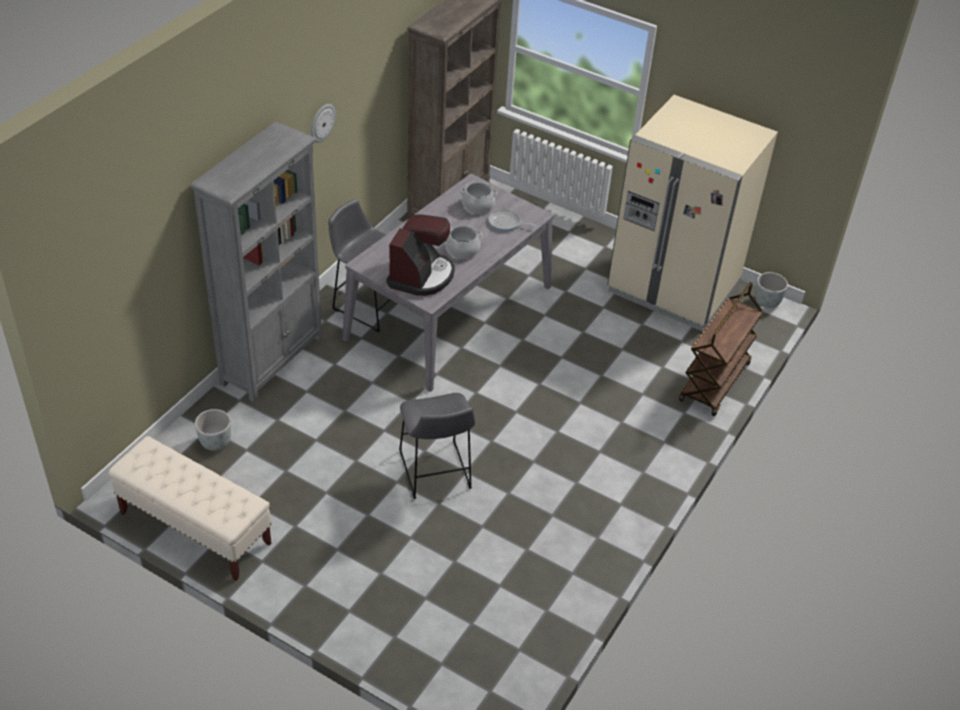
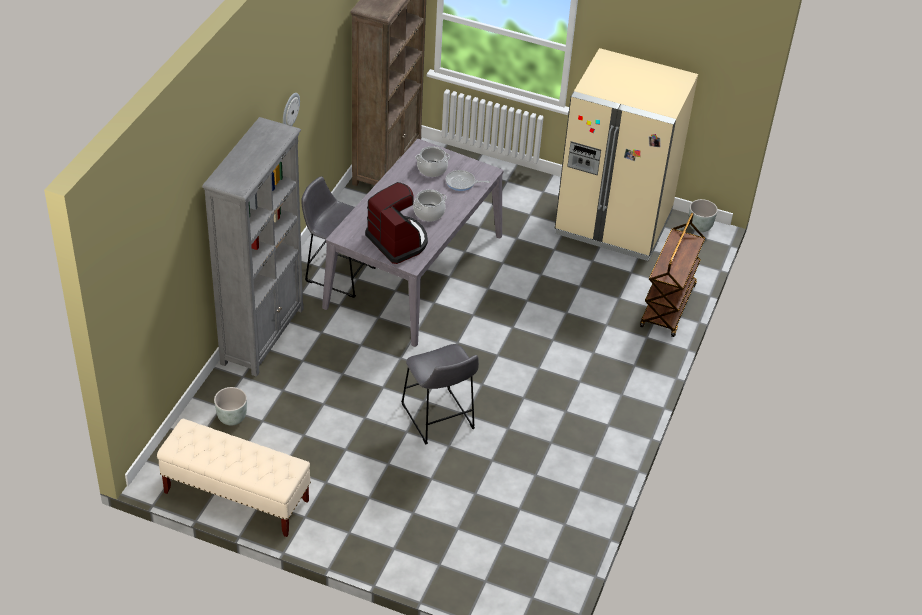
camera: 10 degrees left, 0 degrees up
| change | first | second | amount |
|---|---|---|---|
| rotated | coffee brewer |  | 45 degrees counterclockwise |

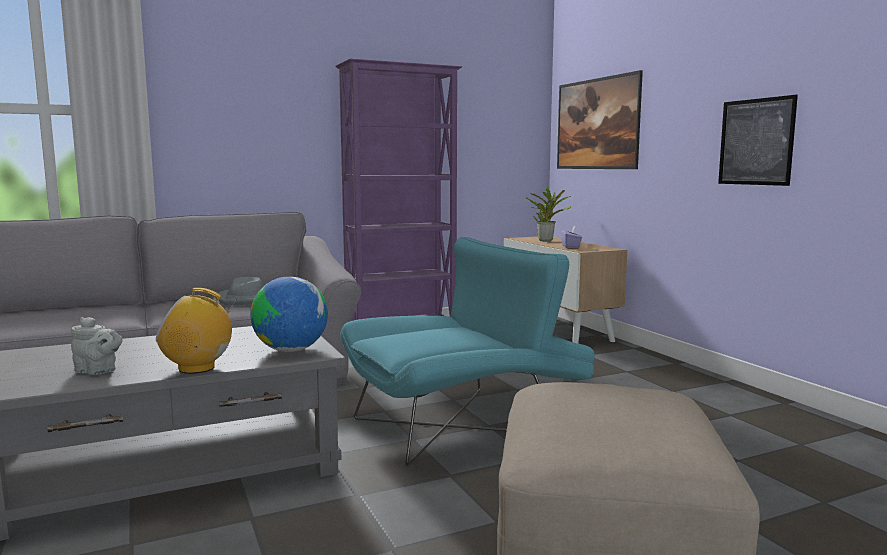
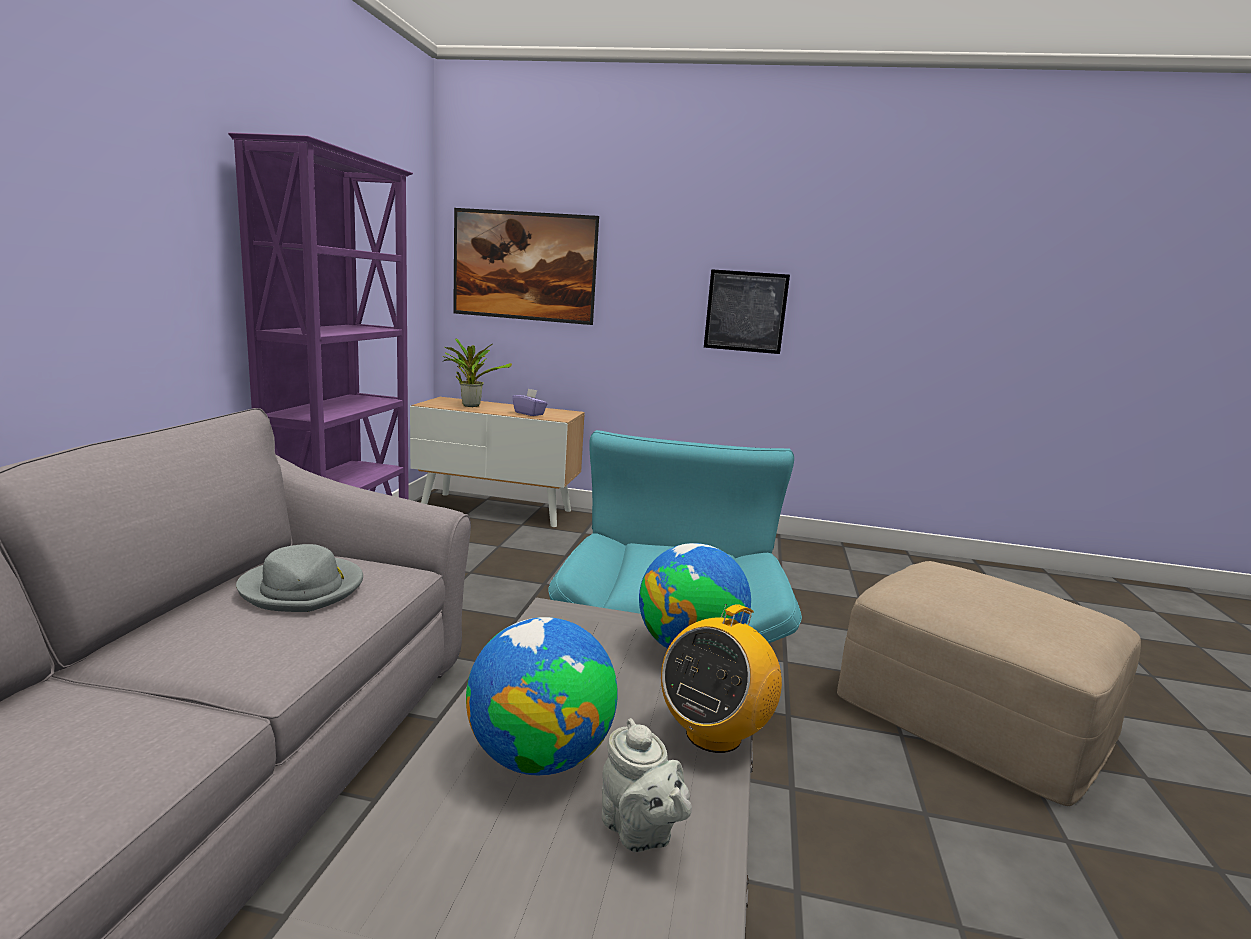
camera: 55 degrees left, 5 degrees up
| change | first | second | amount |
|---|---|---|---|
| rotated | tea pot (grey) |  | 90 degrees clockwise |
| new |  | world globe (no. 1 from left) |  |

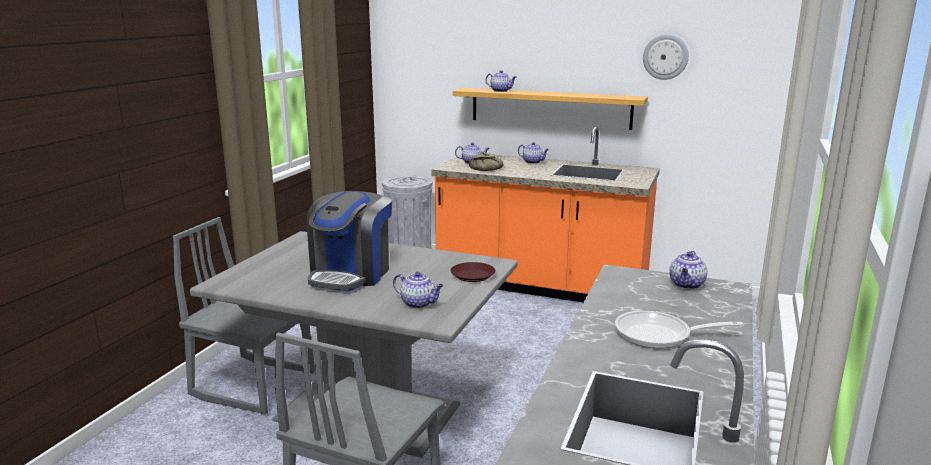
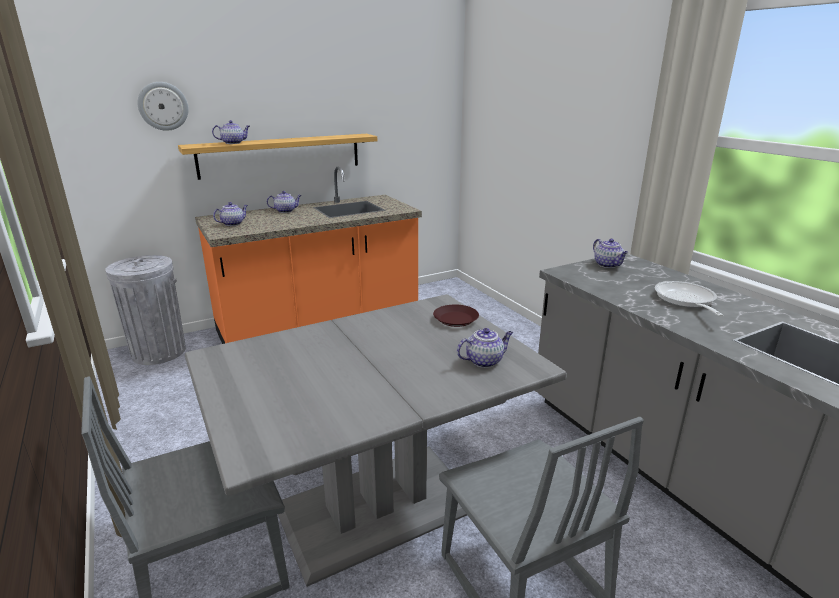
camera: 50 degrees left, 5 degrees up
| change | first | second | amount |
|---|---|---|---|
| gone | coffee brewer |  |  |
| gone | bread |  |  |
| rotated | frying pan |  | 135 degrees clockwise |
| shifted | wall clock |  |  |

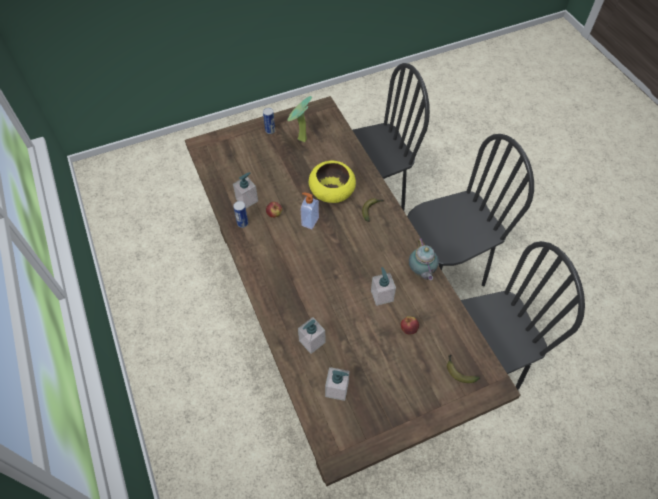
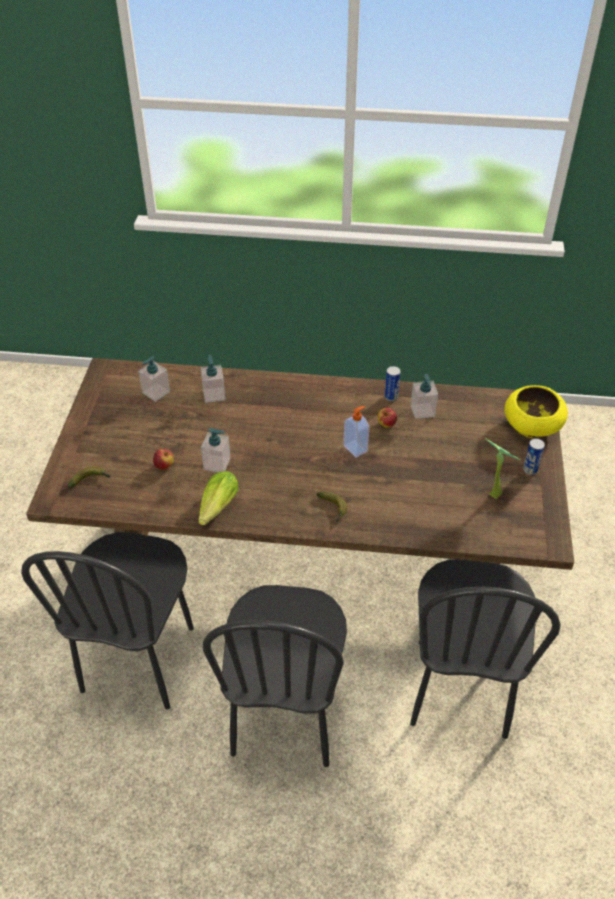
camera: 120 degrees right, 10 degrees down
| change | first | second | amount |
|---|---|---|---|
| shifted | bowl (yellowish) |  |  |
| swapped | tea pot | lettuce |  |

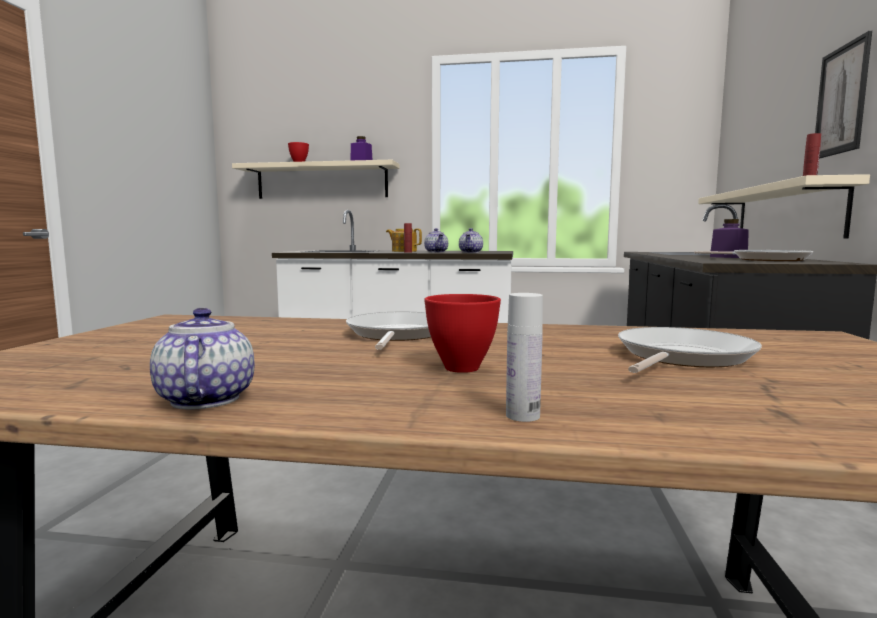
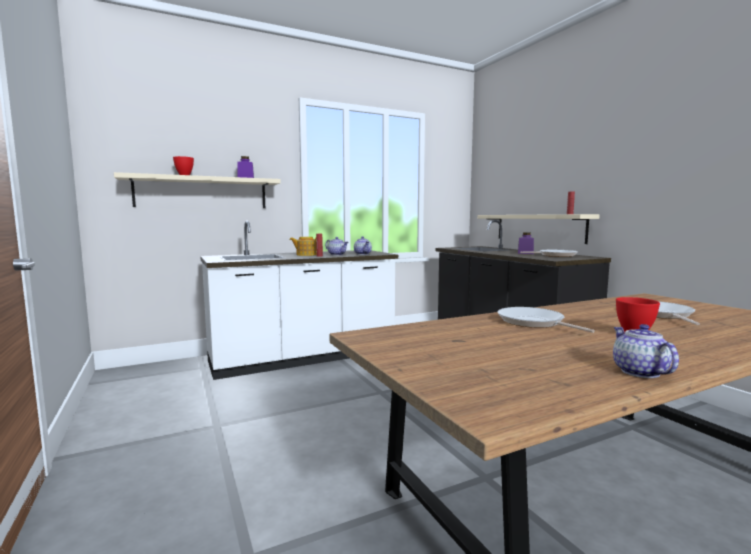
camera: 35 degrees left, 0 degrees up
| change | first | second | amount |
|---|---|---|---|
| rotated | tea pot (no. 1 from left in the first image) | tea pot (no. 4 from left) | 45 degrees clockwise |
| gone | bottle (whitish) |  |  |
| gone | wall picture |  |  |

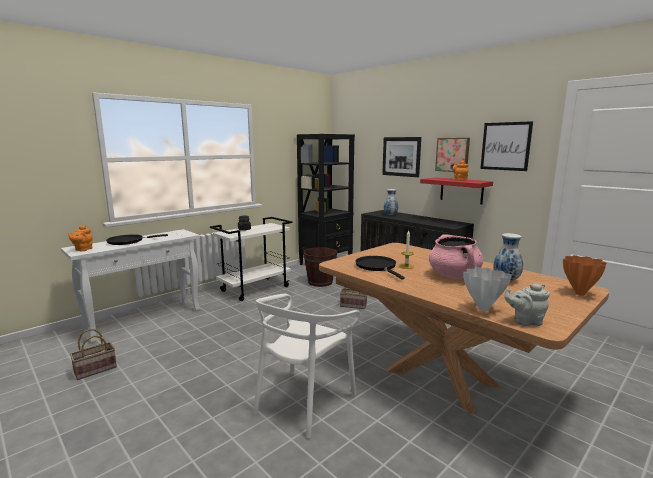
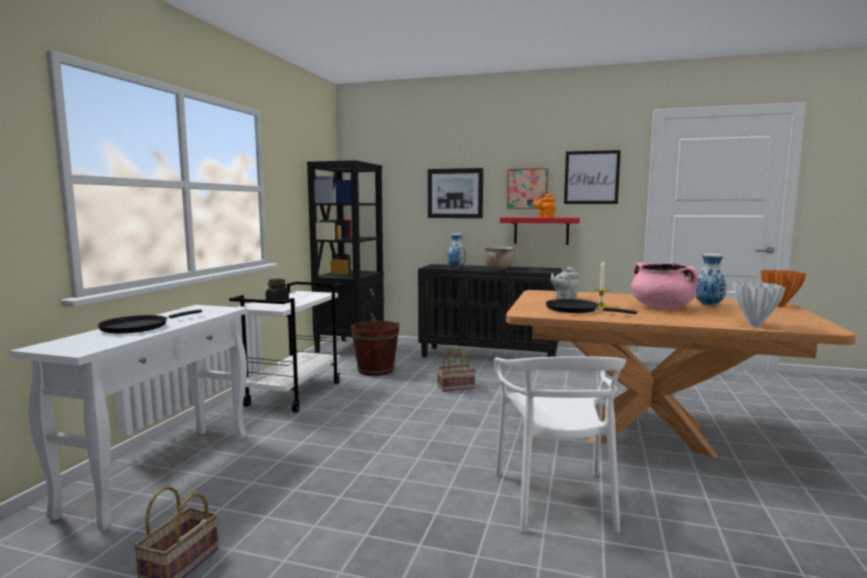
camera: 30 degrees left, 5 degrees down
| change | first | second | amount |
|---|---|---|---|
| gone | tea pot (orange-coloured) (no. 1 from left) |  |  |
| shifted | tea pot (grey) |  |  |
| new |  | saucepot (brown) |  |

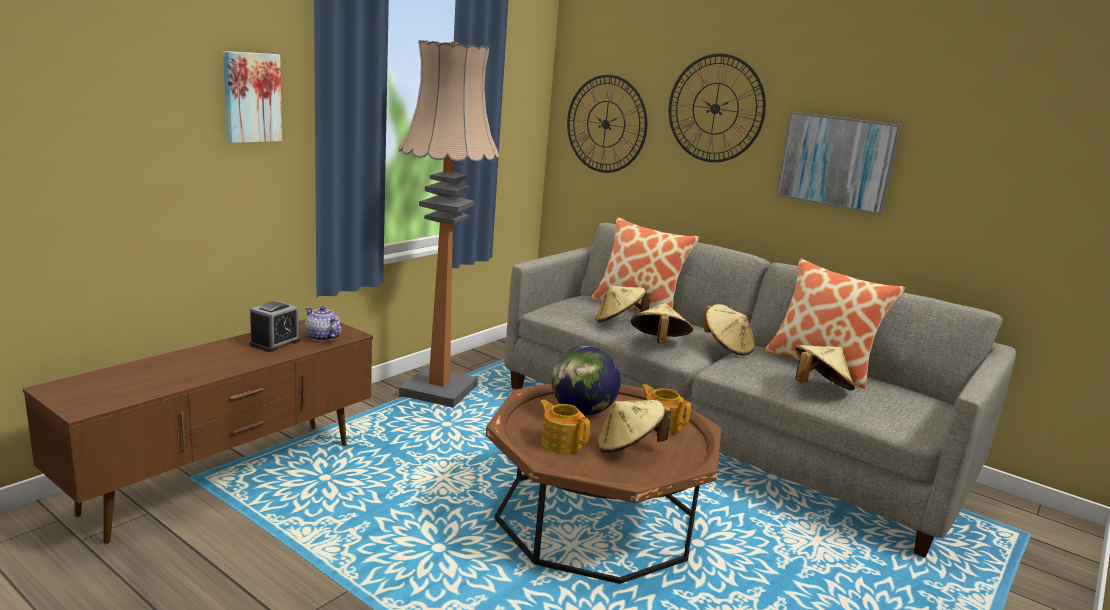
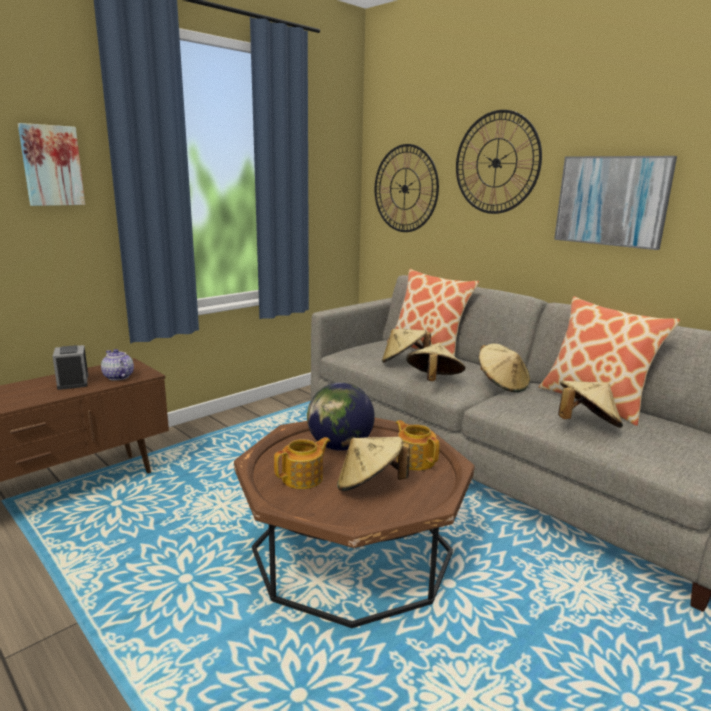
camera: 10 degrees right, 0 degrees up
| change | first | second | amount |
|---|---|---|---|
| rotated | bedside clock |  | 120 degrees clockwise |
| gone | floor lamp |  |  |
| rotated | tea pot (no. 2 from left) |  | 90 degrees clockwise |

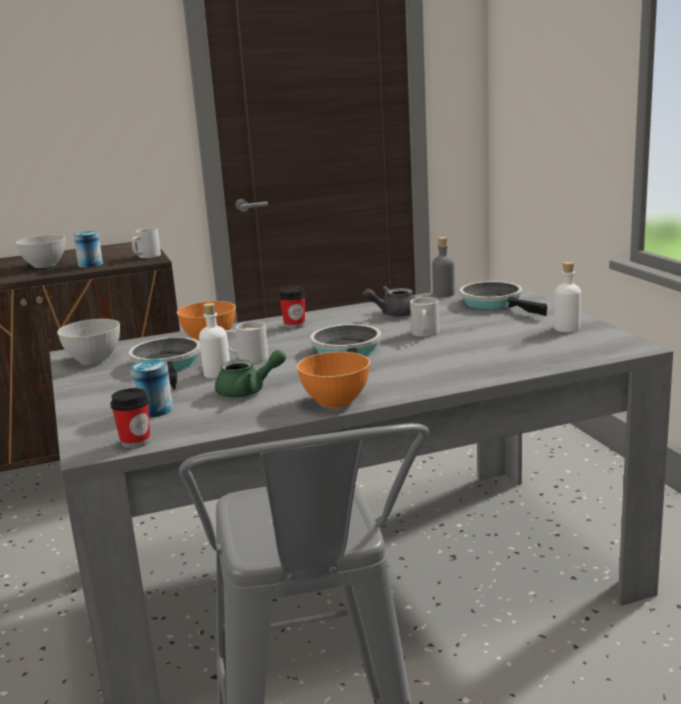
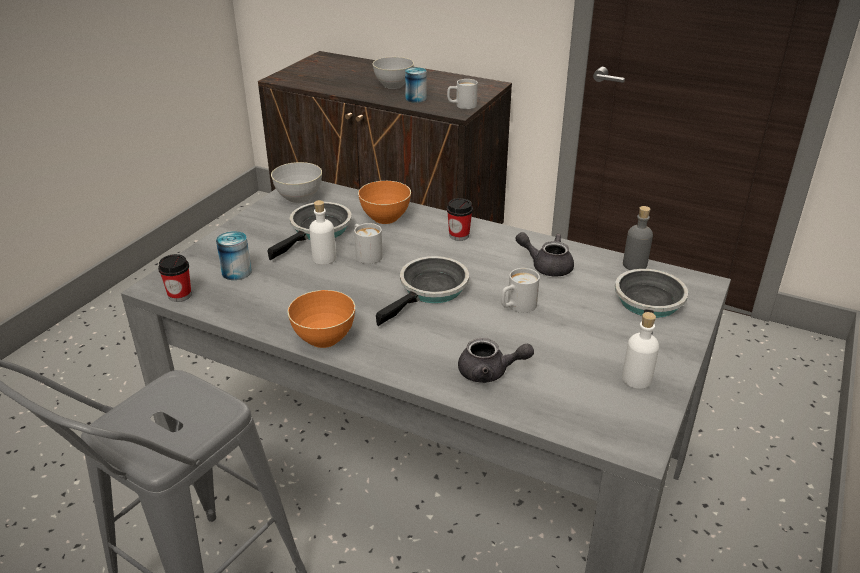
camera: 45 degrees right, 15 degrees up
| change | first | second | amount |
|---|---|---|---|
| gone | tea pot (greenish) |  |  |
| new |  | tea pot (grey) (no. 1 from left) |  |

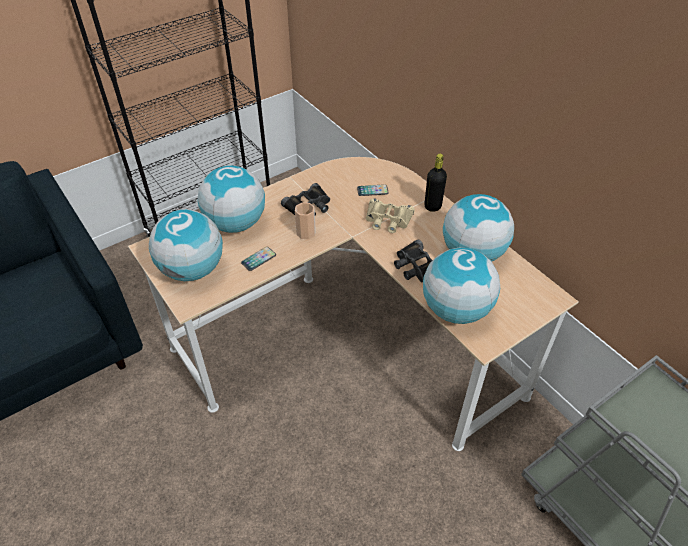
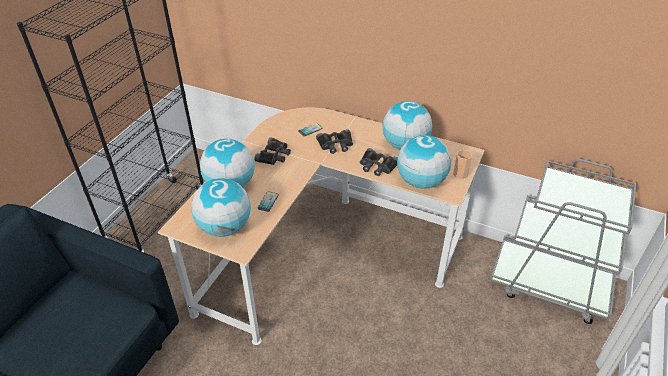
camera: 30 degrees left, 5 degrees down
| change | first | second | amount |
|---|---|---|---|
| shifted | small cup |  |  |
| repainted | pair of binoculars (beige) | pair of binoculars (black) (no. 2 from left) |  |
| gone | bottle (black) |  |  |

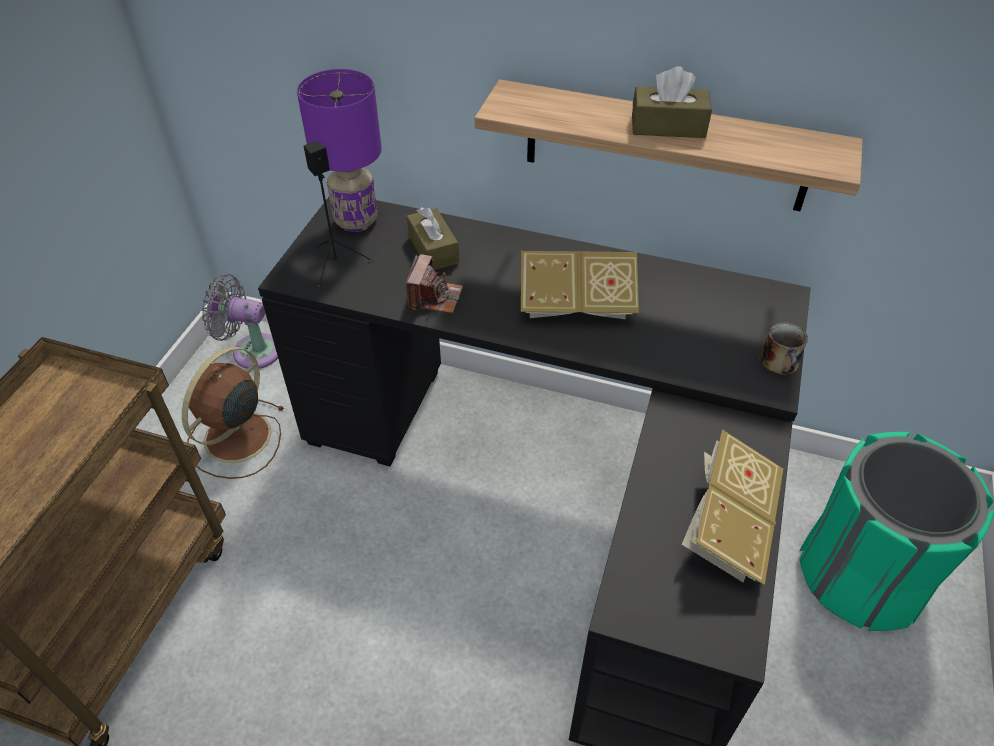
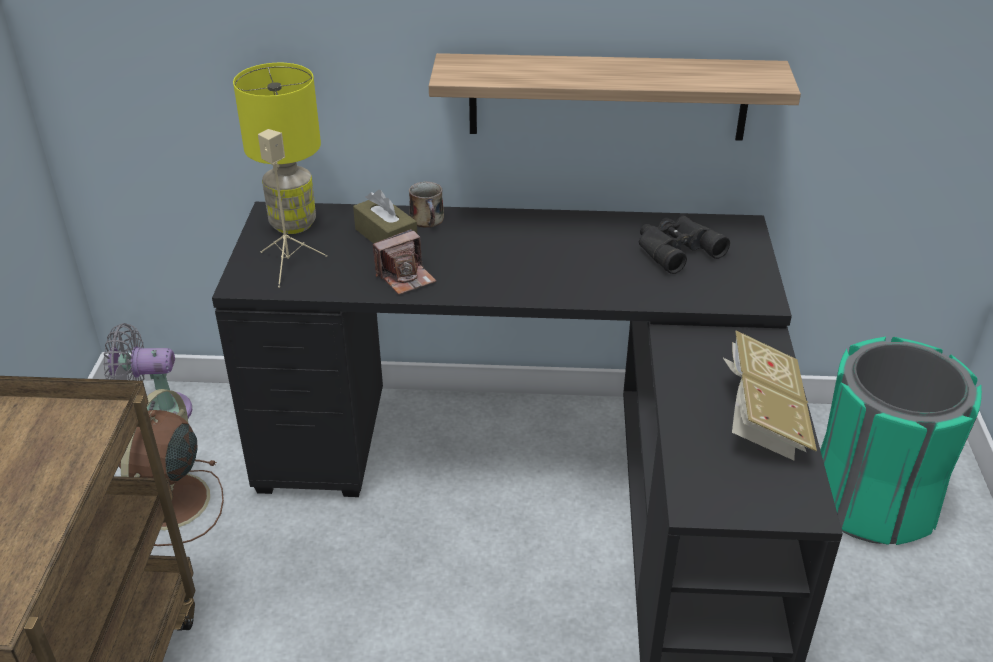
camera: 15 degrees left, 10 degrees down
| change | first | second | amount |
|---|---|---|---|
| repainted | tabletop lamp (purple) | tabletop lamp (yellowish) |  |
| repainted | audio speaker (black) | audio speaker (beige) |  |
| rotated | photo camera |  | 60 degrees clockwise |
| gone | book (no. 1 from left) |  |  |
| gone | tissue holder (brown) (no. 2 from left) |  |  |
| shifted | mug |  |  |
| new |  | pair of binoculars (black) |  |

